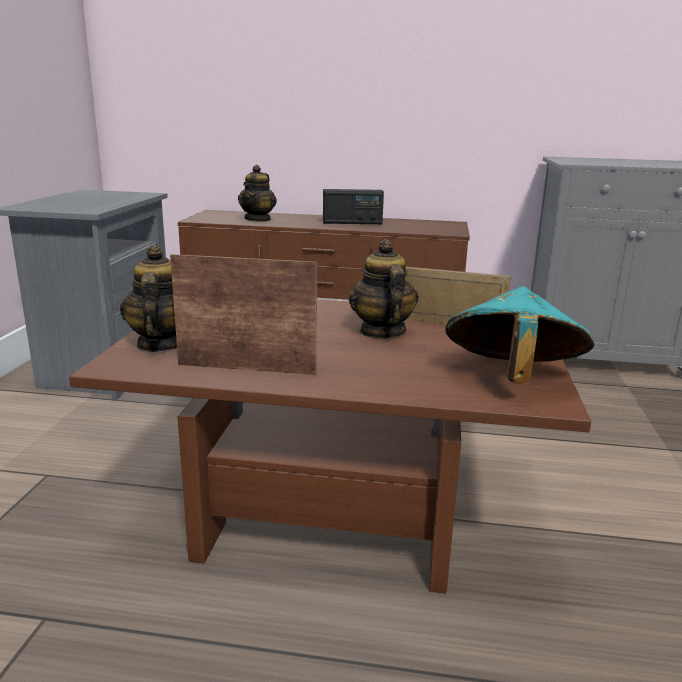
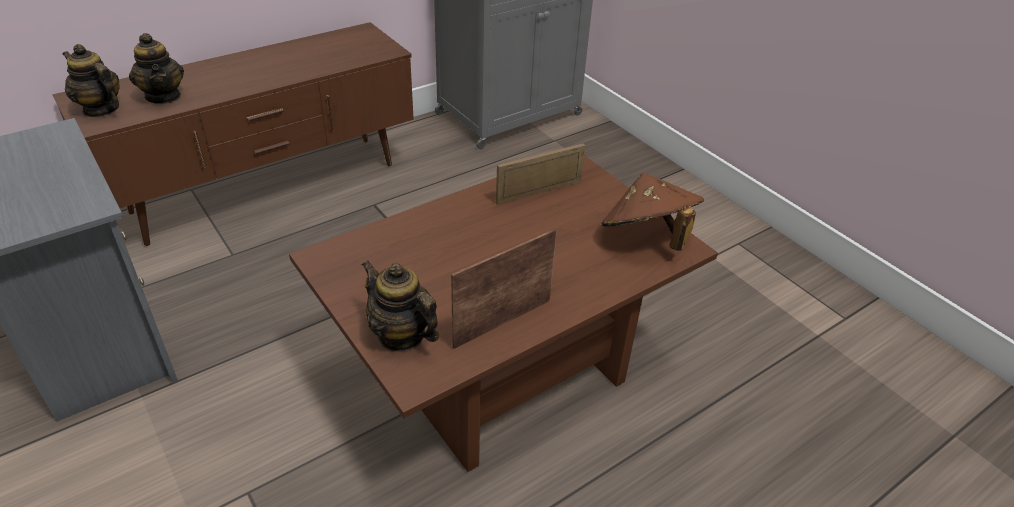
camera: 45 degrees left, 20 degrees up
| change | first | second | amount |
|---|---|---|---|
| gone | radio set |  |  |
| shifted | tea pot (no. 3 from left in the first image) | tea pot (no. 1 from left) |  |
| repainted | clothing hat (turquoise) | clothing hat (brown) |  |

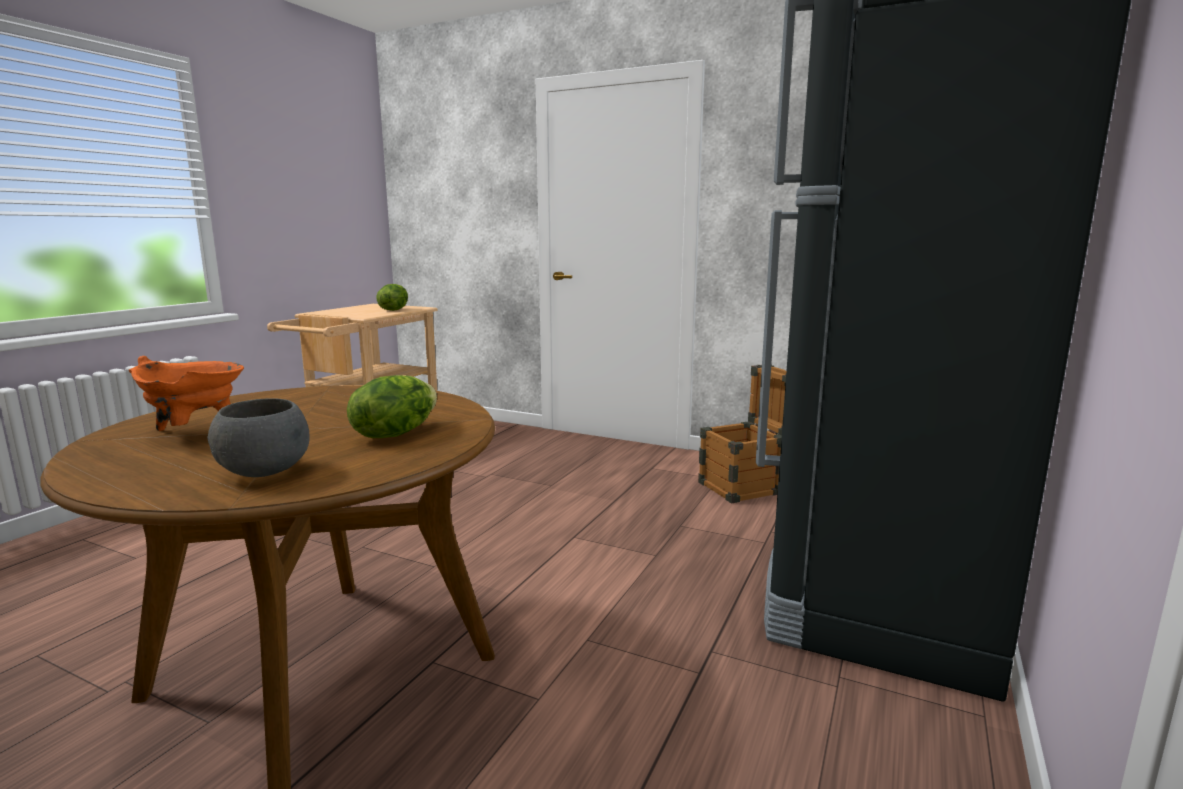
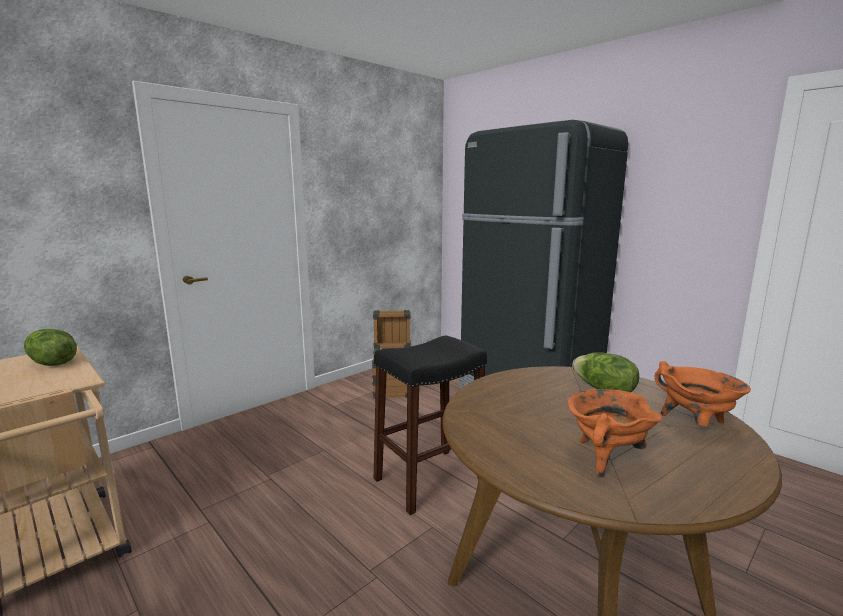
camera: 70 degrees left, 0 degrees up
| change | first | second | amount |
|---|---|---|---|
| swapped | bowl (grey) | saucepot (orange-coloured) (no. 2 from left) |  |
| new |  | stool seat (black) |  |

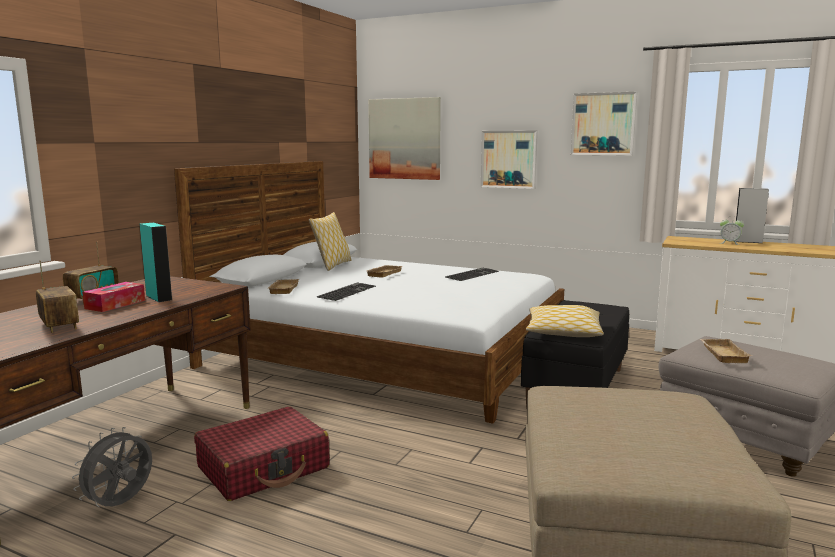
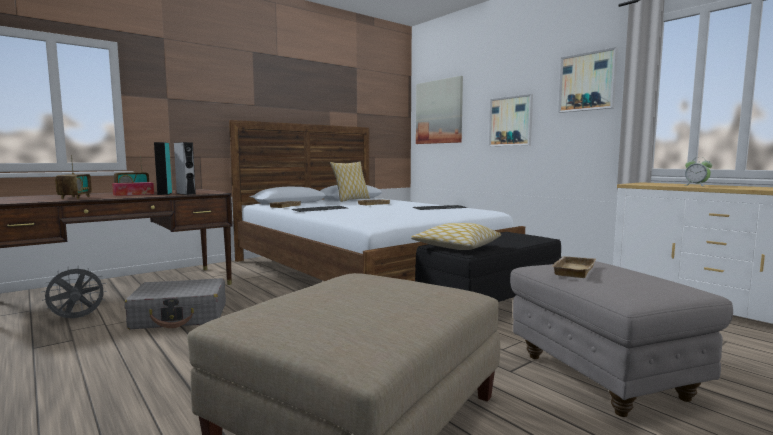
camera: 25 degrees right, 5 degrees down
| change | first | second | amount |
|---|---|---|---|
| repainted | suitcase (reddish) | suitcase (grey) |  |
| shifted | audio speaker (grey) |  |  |

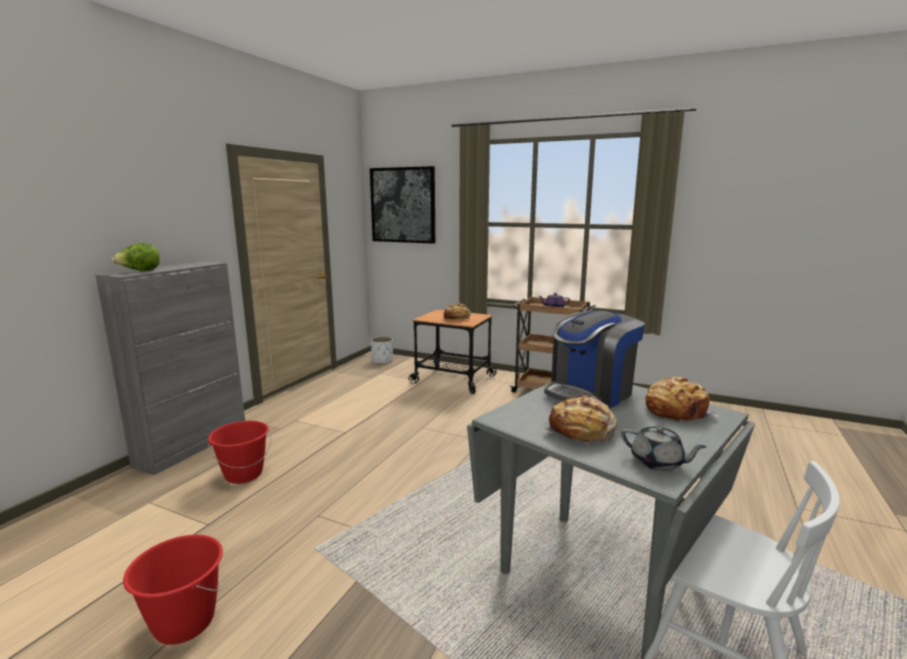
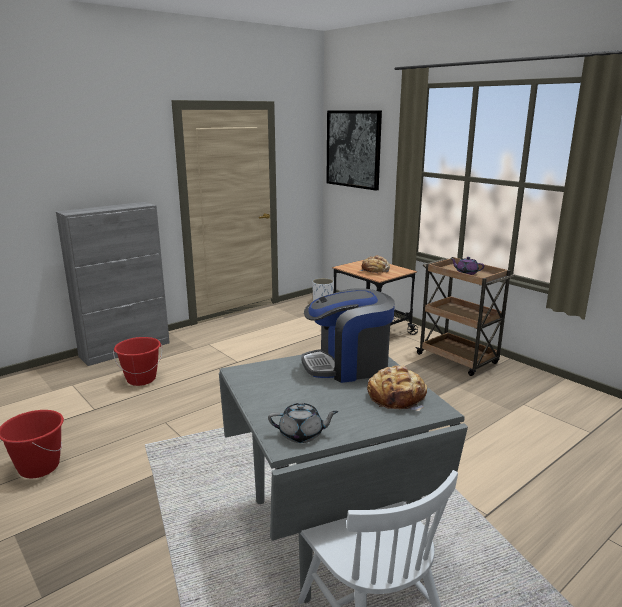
camera: 25 degrees right, 5 degrees up
| change | first | second | amount |
|---|---|---|---|
| gone | lettuce |  |  |
| gone | bread (no. 2 from left) |  |  |
| rotated | tea pot (grey) |  | 60 degrees counterclockwise |

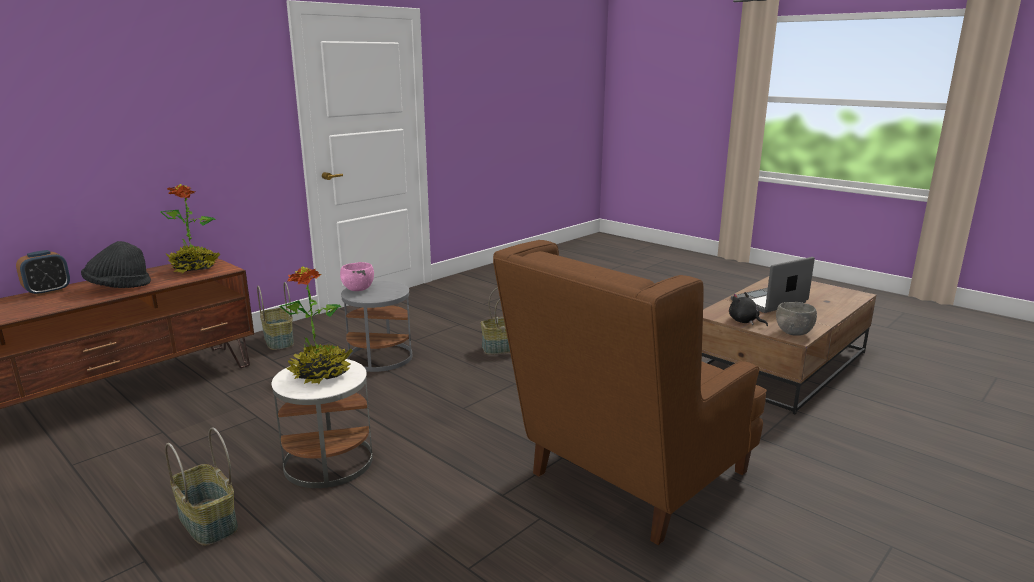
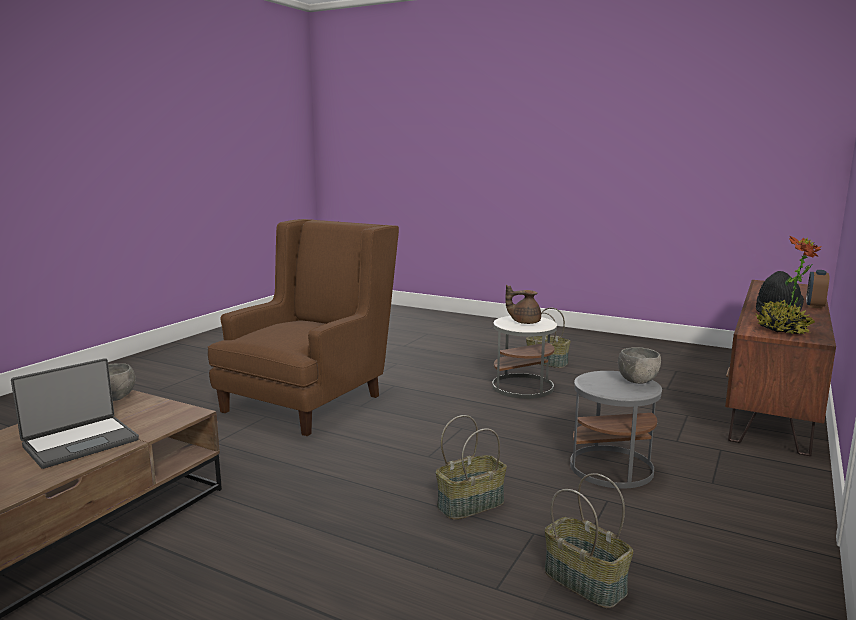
camera: 165 degrees right, 5 degrees down
| change | first | second | amount |
|---|---|---|---|
| shifted | storage basket (no. 2 from left in the first image) | storage basket (no. 3 from left) |  |
| swapped | plant in a pot (no. 2 from left) | tea pot (brown) |  |
| repainted | bowl (pink) | bowl (grey) (no. 2 from left) |  |
| gone | cuddly toy (black) |  |  |

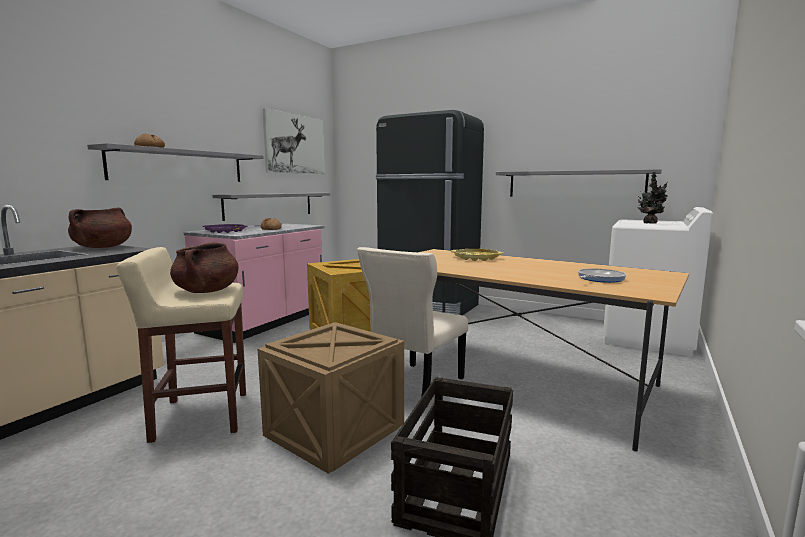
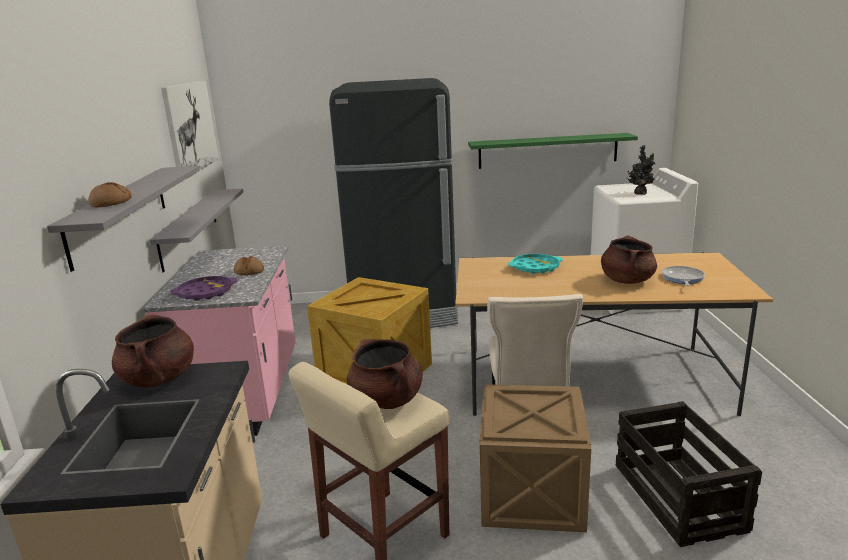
camera: 30 degrees left, 10 degrees up
| change | first | second | amount |
|---|---|---|---|
| repainted | carrying tray (yellowish) | carrying tray (turquoise) |  |
| repainted | bracket shelf (grey) (no. 3 from left) | bracket shelf (greenish) |  |
| new |  | saucepot (brown) (no. 3 from left) |  |

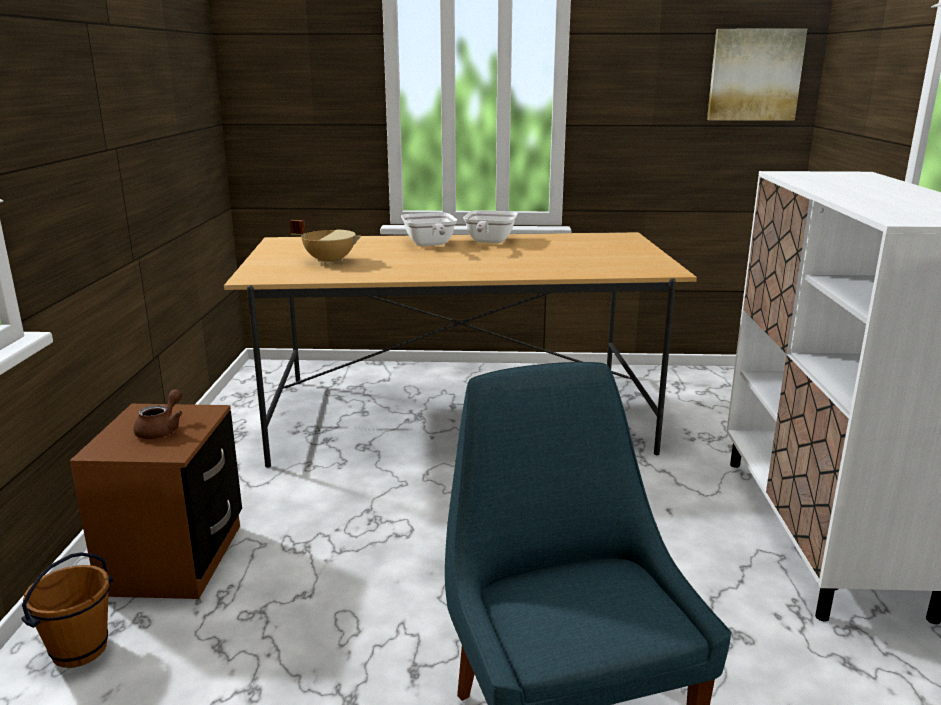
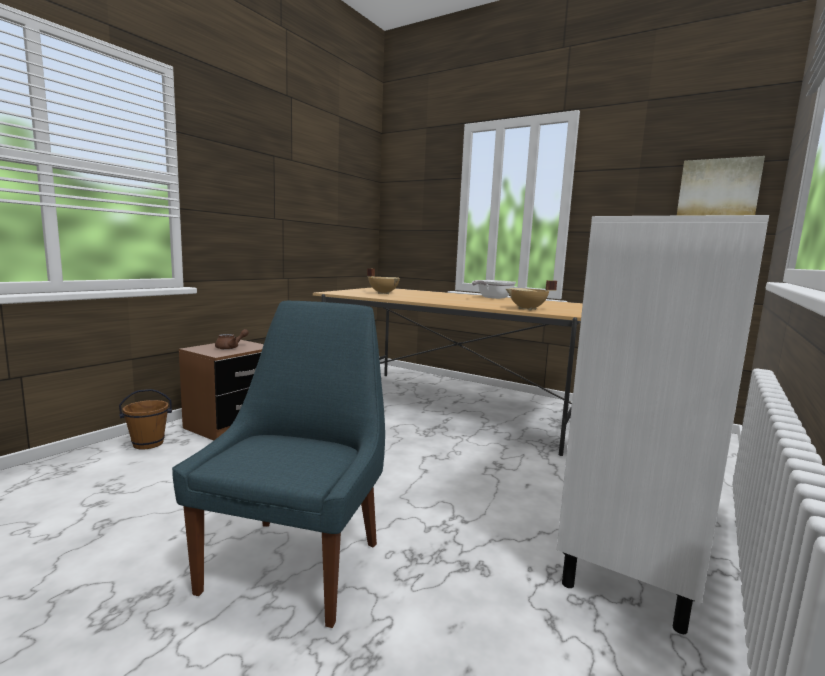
camera: 30 degrees right, 10 degrees down
| change | first | second | amount |
|---|---|---|---|
| gone | frying pan (no. 1 from left) |  |  |
| new |  | saucepot (beige) (no. 2 from left) |  |

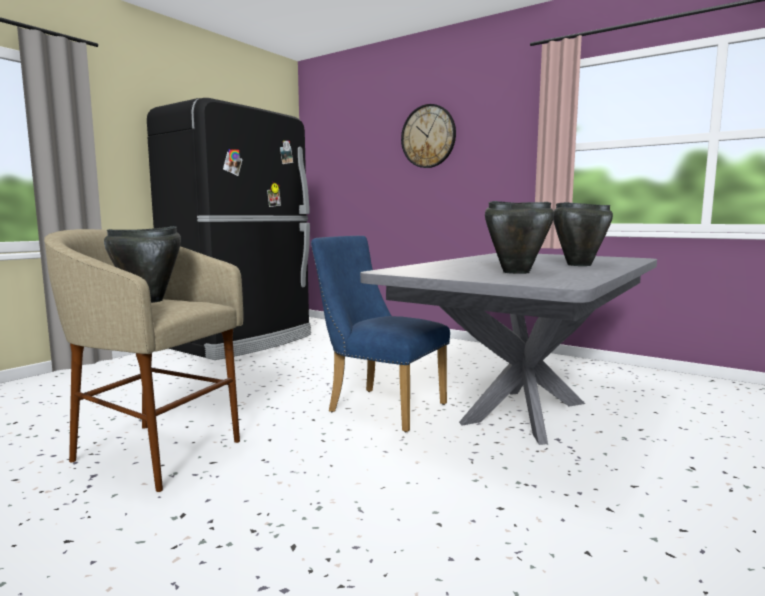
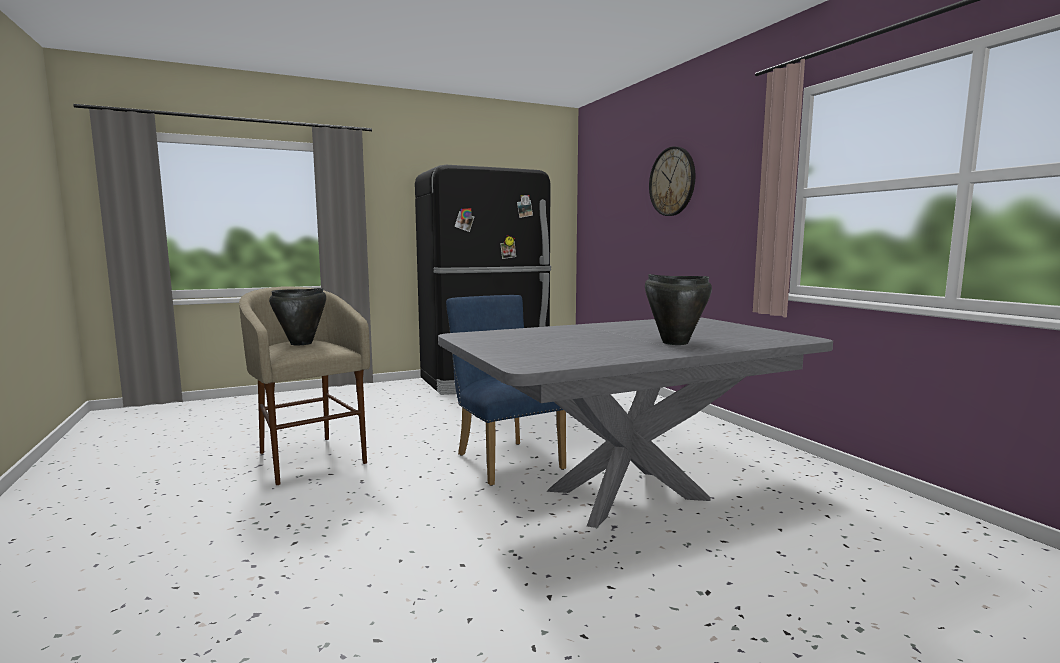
camera: 30 degrees right, 0 degrees up
| change | first | second | amount |
|---|---|---|---|
| gone | saucepot (black) (no. 2 from left) |  |  |

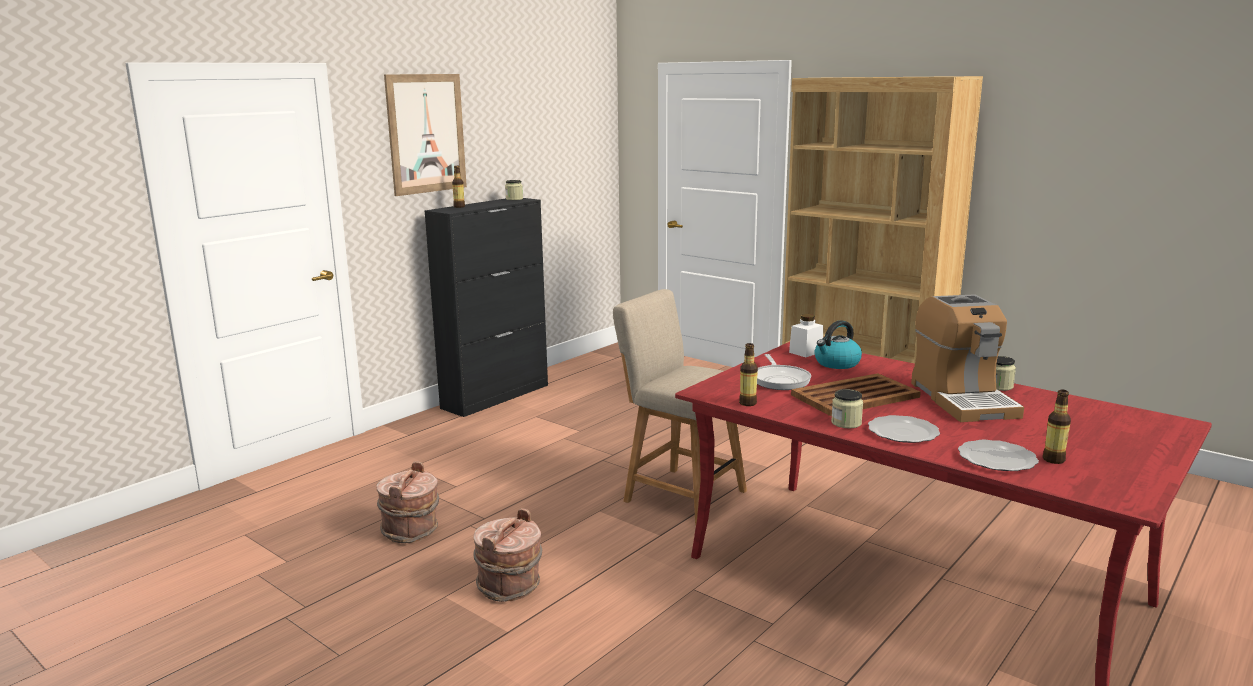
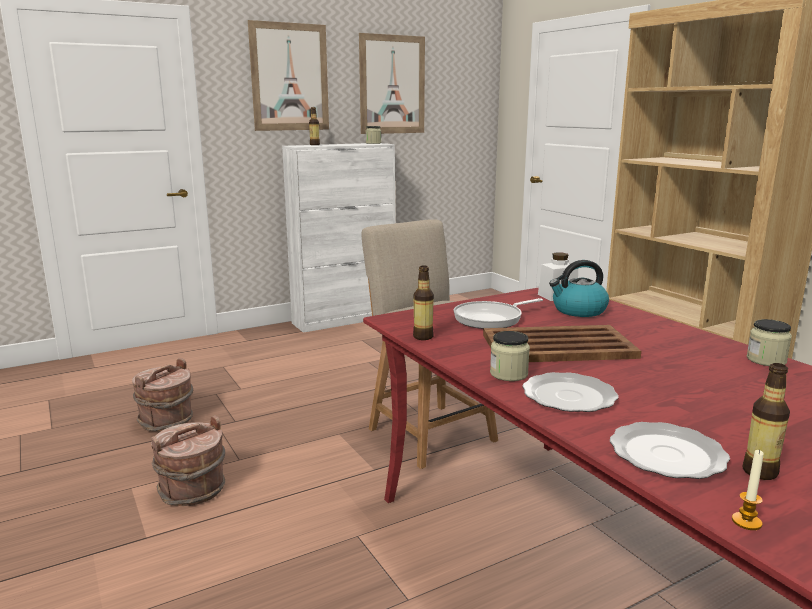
camera: 20 degrees right, 0 degrees up
| change | first | second | amount |
|---|---|---|---|
| repainted | cabinet (black) | cabinet (whitish) |  |
| rotated | frying pan |  | 45 degrees clockwise |
| gone | coffee brewer |  |  |
| new |  | wall picture (no. 2 from left) |  |
| new |  | wax light |  |

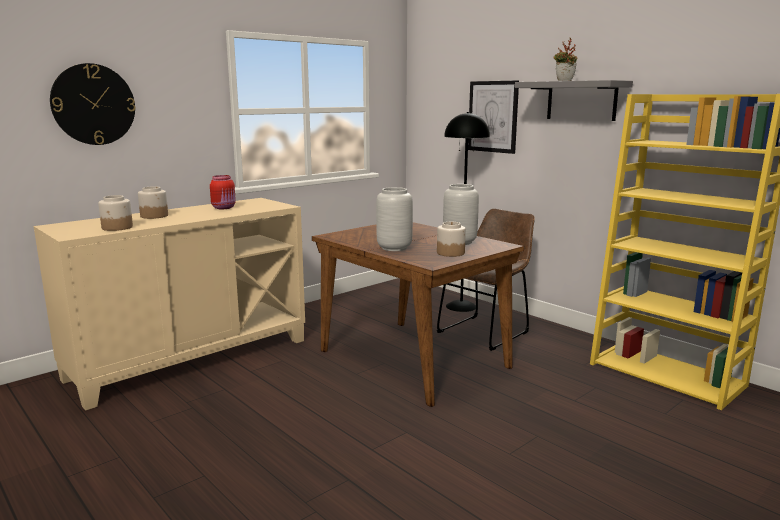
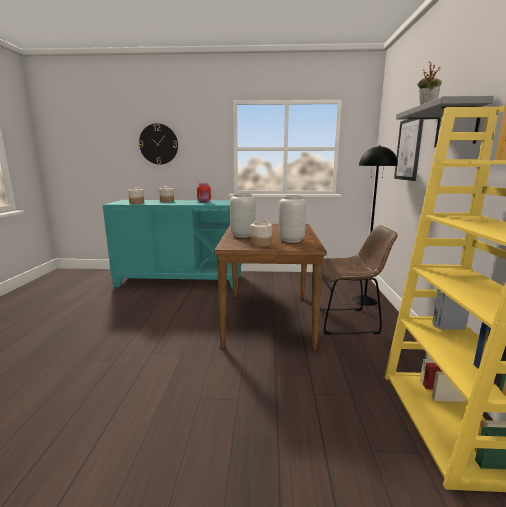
camera: 45 degrees right, 0 degrees up
| change | first | second | amount |
|---|---|---|---|
| repainted | cabinet (beige) | cabinet (turquoise) |  |

